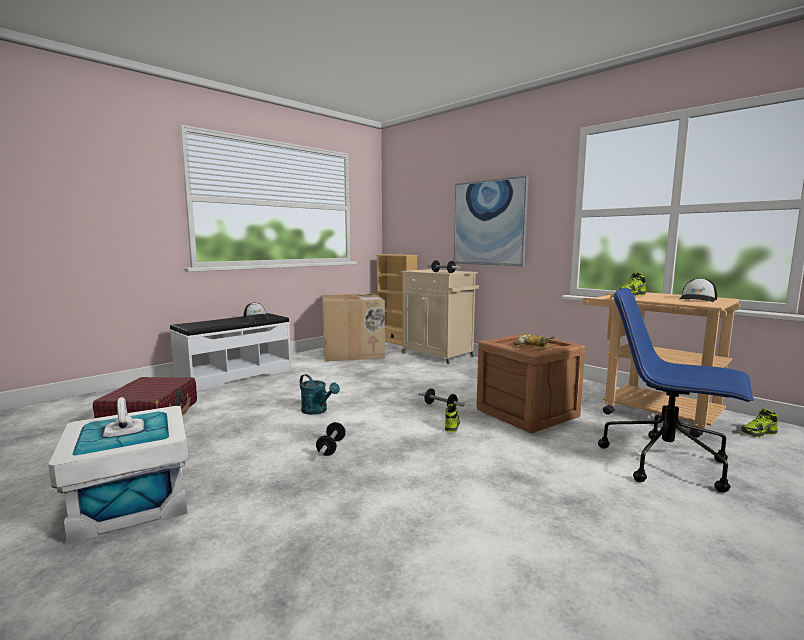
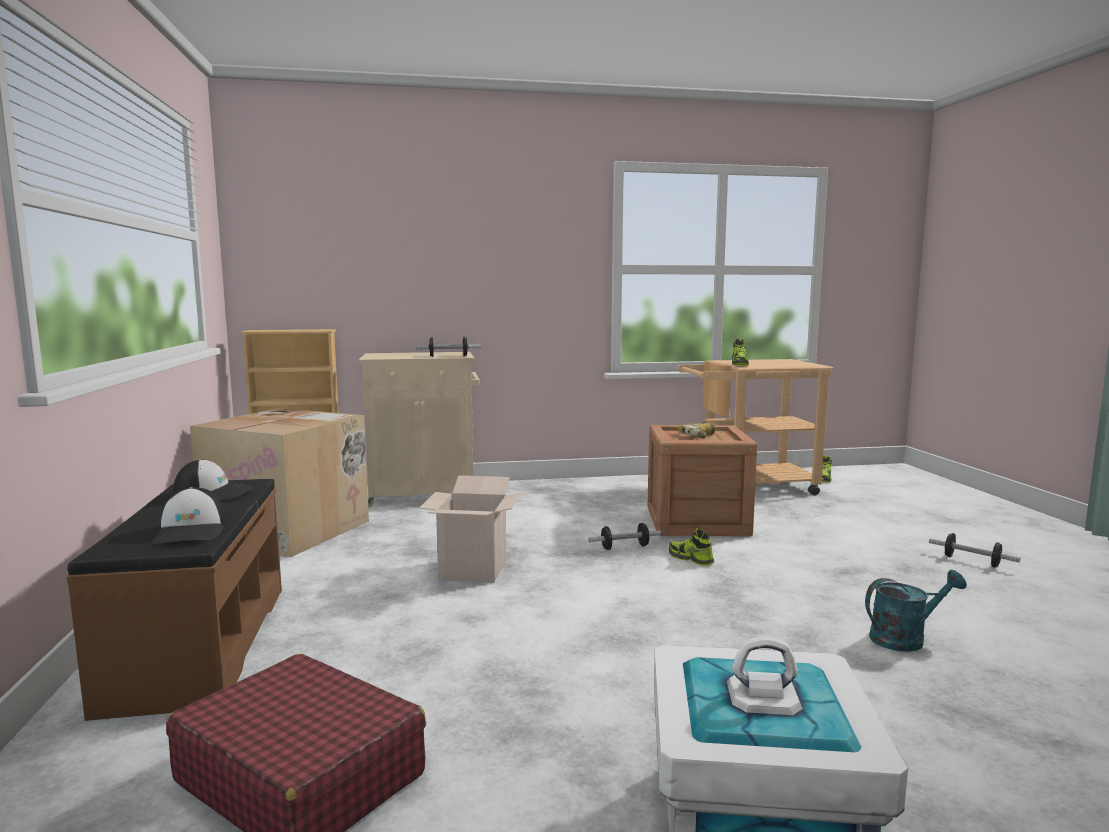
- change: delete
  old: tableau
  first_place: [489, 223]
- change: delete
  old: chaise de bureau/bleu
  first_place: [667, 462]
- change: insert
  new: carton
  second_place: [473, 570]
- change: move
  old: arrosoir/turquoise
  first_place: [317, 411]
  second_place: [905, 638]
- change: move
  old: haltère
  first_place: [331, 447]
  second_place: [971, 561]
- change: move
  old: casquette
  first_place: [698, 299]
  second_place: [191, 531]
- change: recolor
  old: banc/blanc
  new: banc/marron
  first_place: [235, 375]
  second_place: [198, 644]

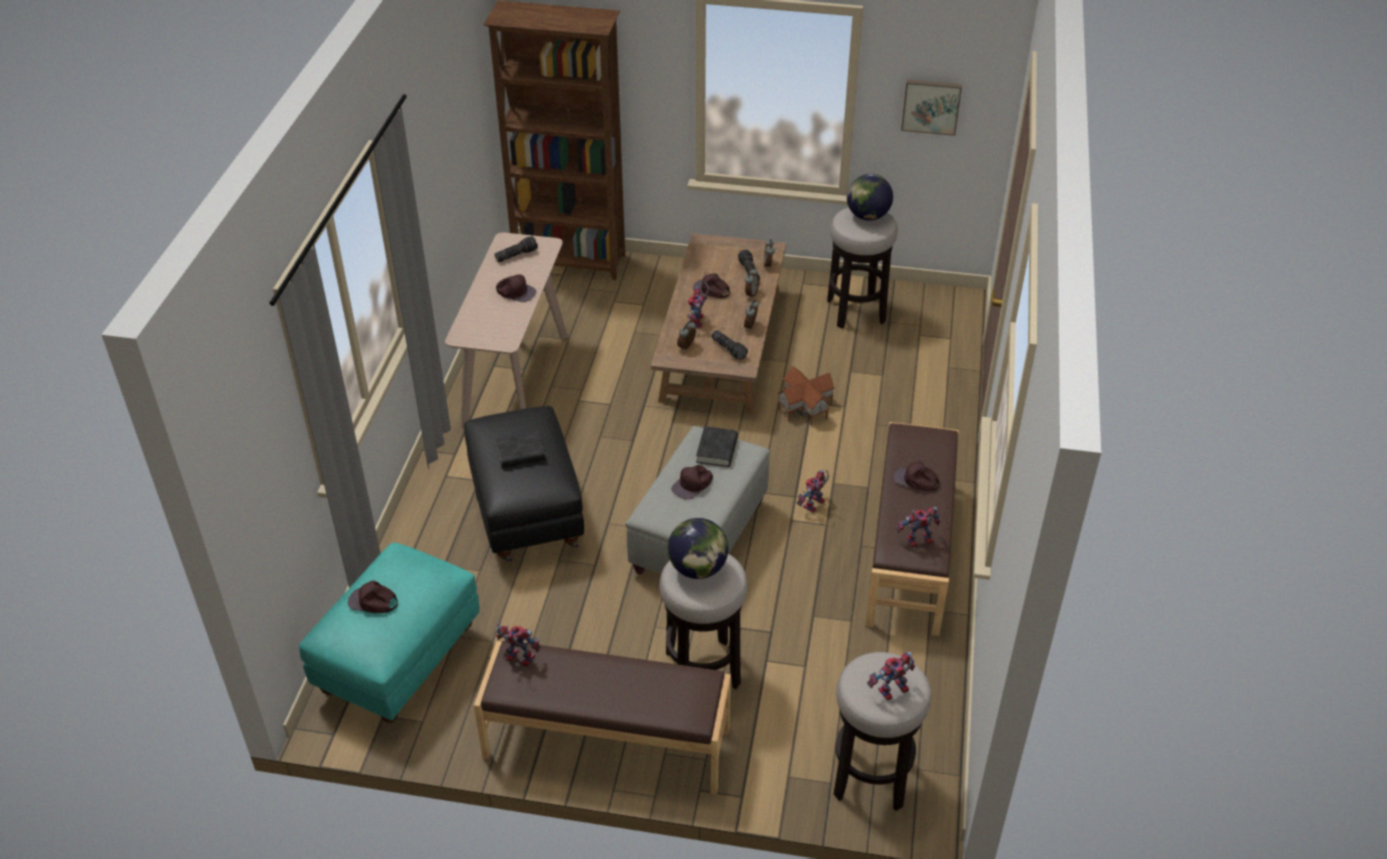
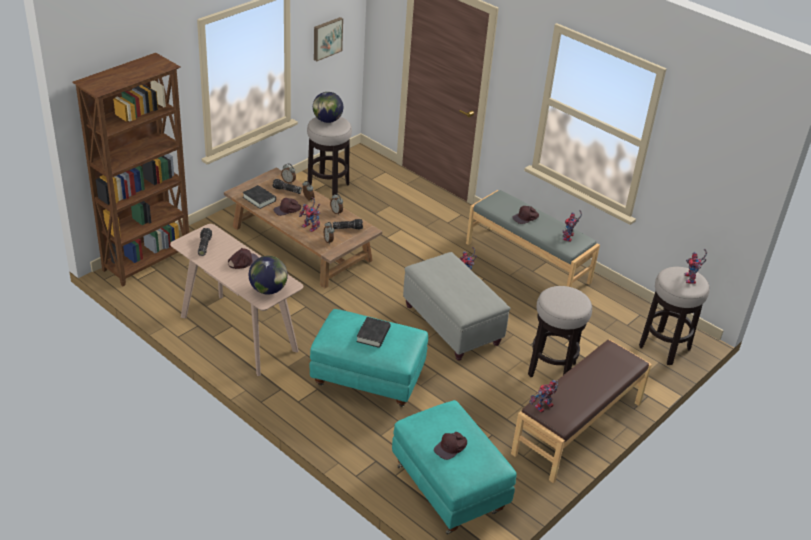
- change: delete
  old: casquette/marron
  first_place: [693, 485]
- change: delete
  old: maison miniature
  first_place: [804, 407]
- change: move
  old: globe
  first_place: [698, 569]
  second_place: [268, 290]
- change: move
  old: livre/noir
  first_place: [717, 450]
  second_place: [259, 199]
- change: recolor
  old: pouf/noir
  new: pouf/turquoise
  first_place: [526, 512]
  second_place: [367, 381]
- change: recolor
  old: banc/marron
  new: banc/gris
  first_place: [910, 551]
  second_place: [528, 262]

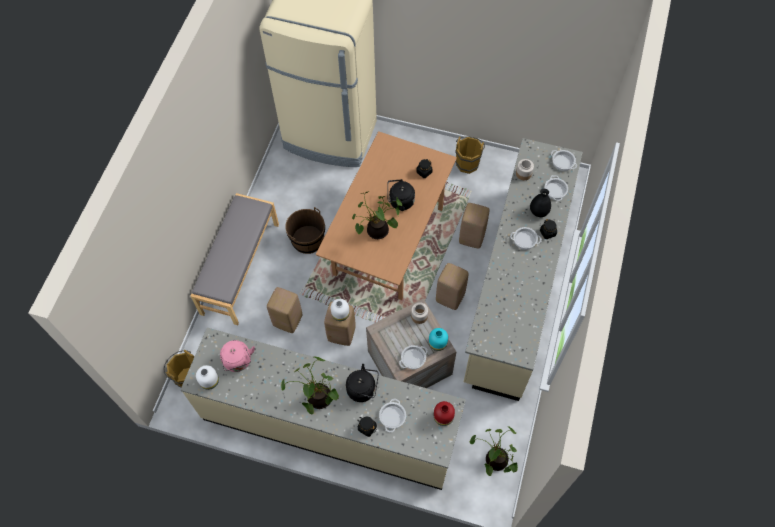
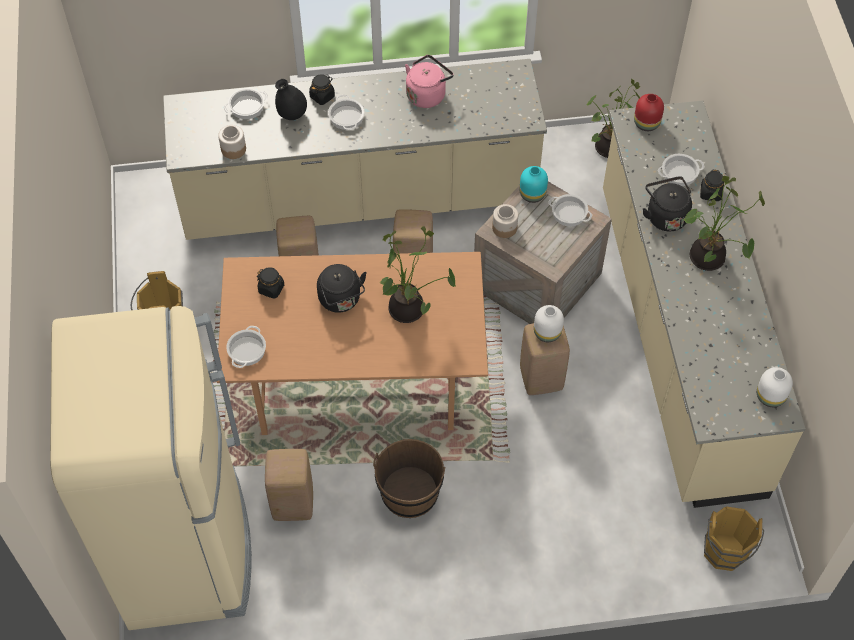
- change: delete
  old: banc/gris
  first_place: [240, 268]
- change: move
  old: bouilloire/rose
  first_place: [238, 362]
  second_place: [427, 94]
- change: move
  old: tabouret/beige
  first_place: [287, 320]
  second_place: [292, 504]
- change: move
  old: marmite
  first_place: [563, 162]
  second_place: [246, 350]

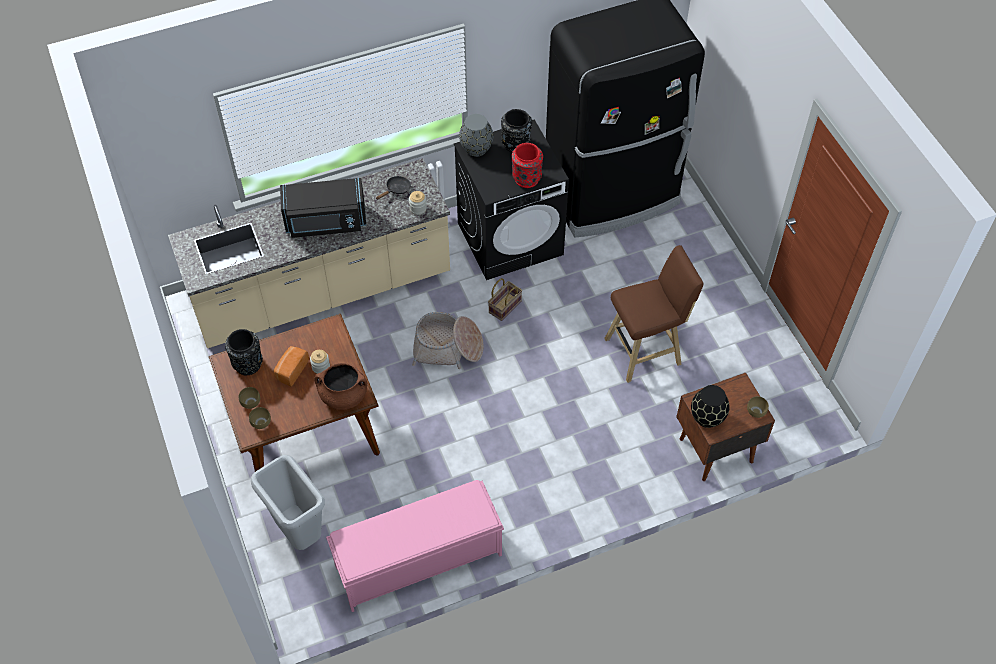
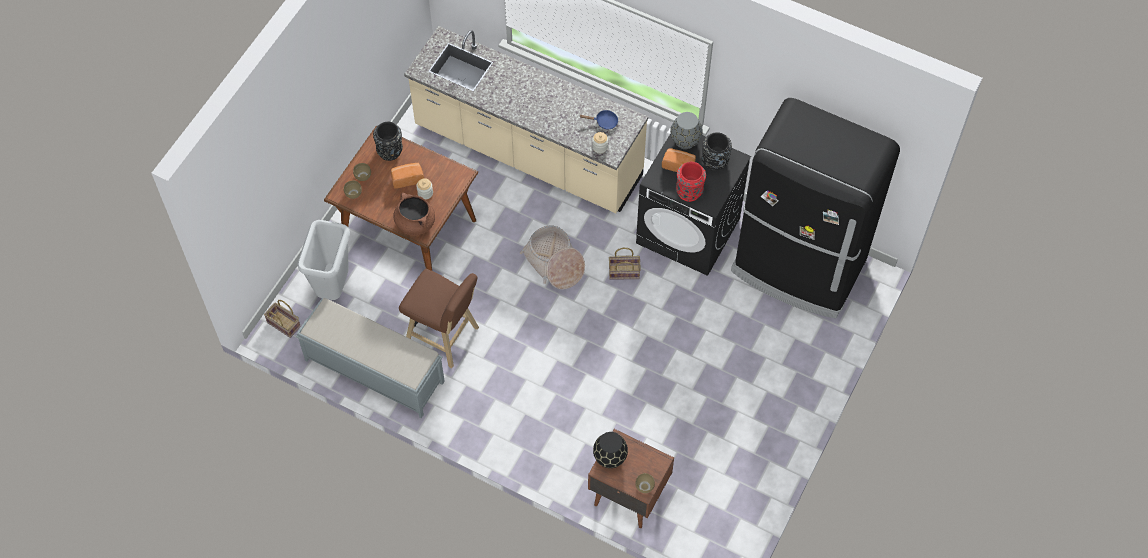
- change: delete
  old: micro-ondes/noir
  first_place: [326, 222]
- change: insert
  new: panier
  second_place: [285, 324]
- change: insert
  new: pain
  second_place: [679, 165]
- change: move
  old: tabouret/marron
  first_place: [646, 350]
  second_place: [445, 338]
- change: recolor
  old: banc/rose
  new: banc/gris
  first_place: [417, 560]
  second_place: [373, 370]
- change: recolor
  old: poêle/noir
  new: poêle/bleu
  first_place: [396, 189]
  second_place: [604, 122]

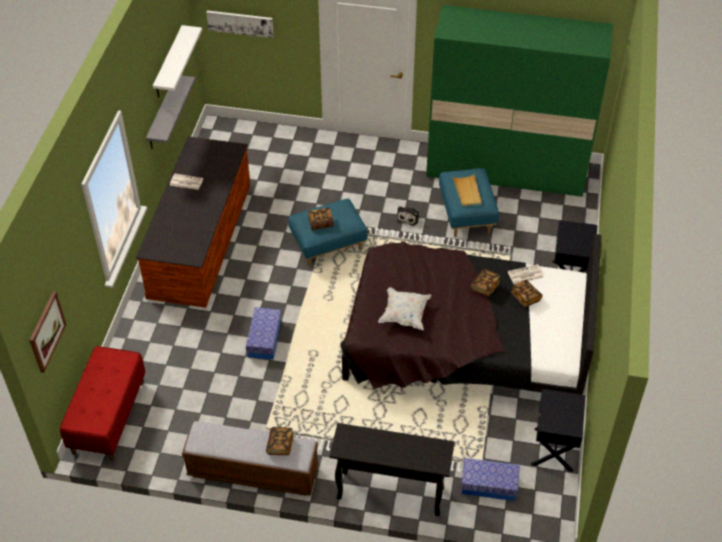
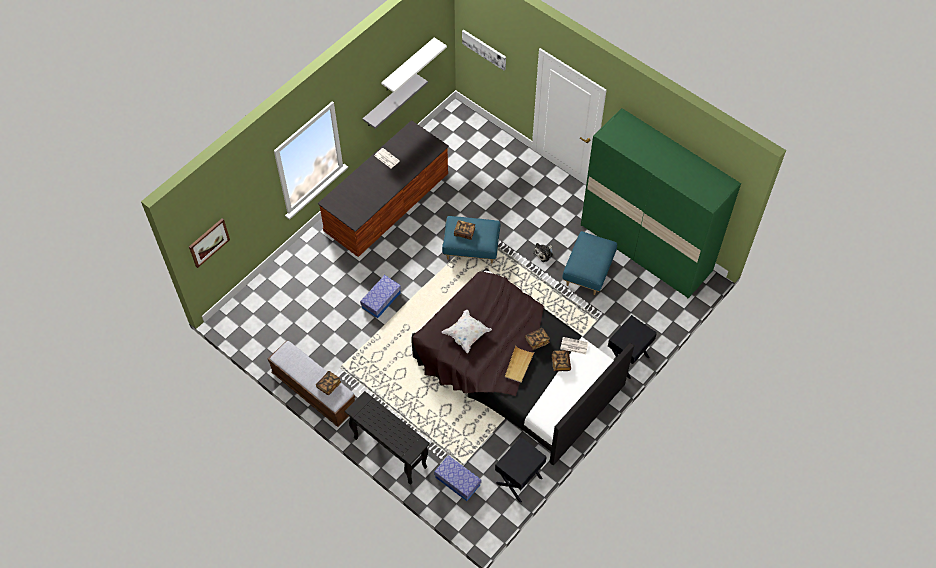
- change: delete
  old: banc/rouge
  first_place: [108, 417]
- change: move
  old: plateau/beige
  first_place: [467, 191]
  second_place: [518, 365]

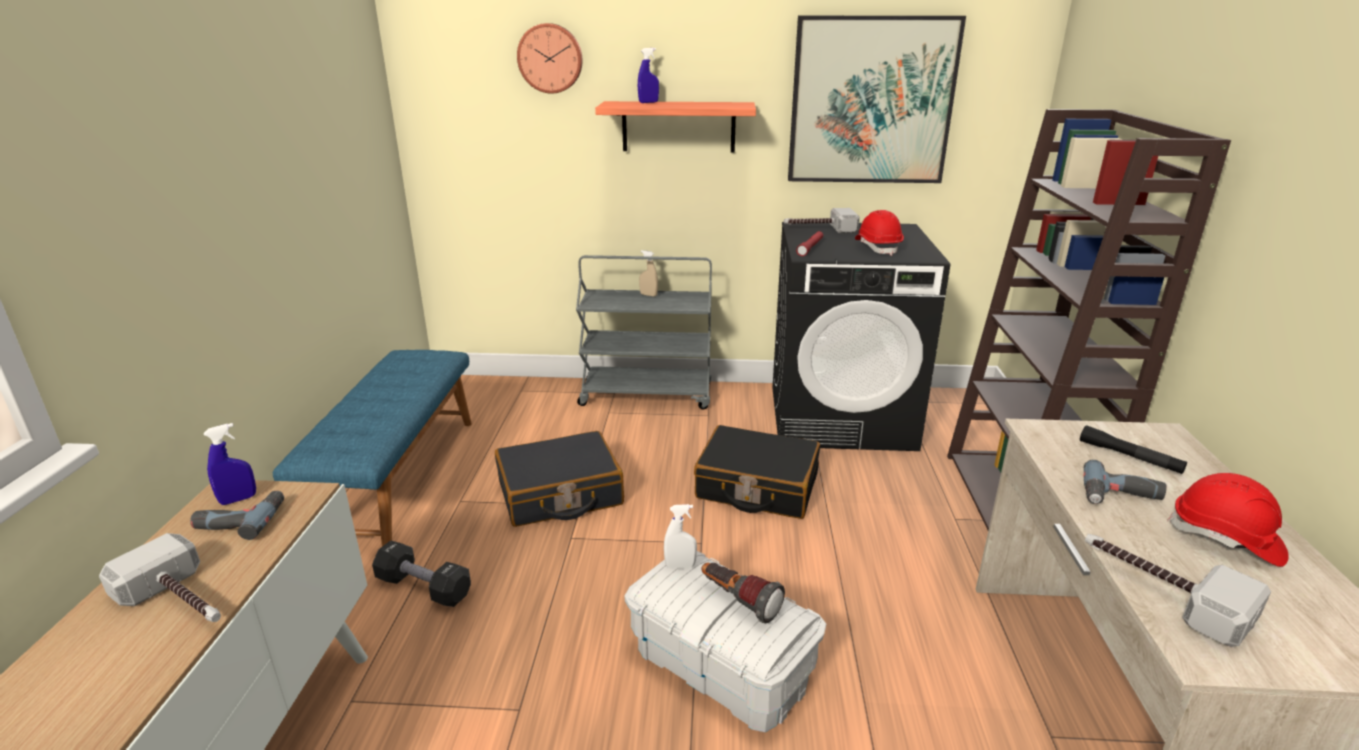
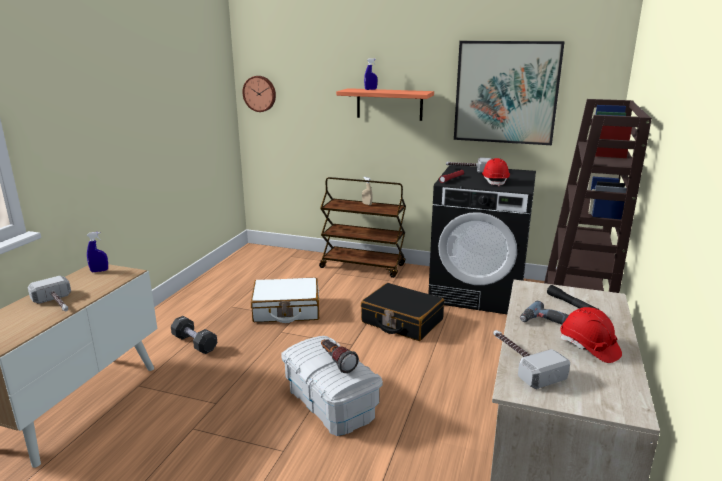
- change: delete
  old: perceuse
  first_place: [240, 519]
- change: delete
  old: banc/bleu
  first_place: [397, 478]
- change: delete
  old: vaporisateur/blanc
  first_place: [680, 566]
- change: move
  old: horloge murale
  first_place: [550, 58]
  second_place: [260, 93]
- change: recolor
  old: valise/noir
  new: valise/blanc
  first_place: [560, 494]
  second_place: [286, 310]
- change: recolor
  old: chariot/gris
  new: chariot/marron
  first_place: [647, 395]
  second_place: [363, 266]

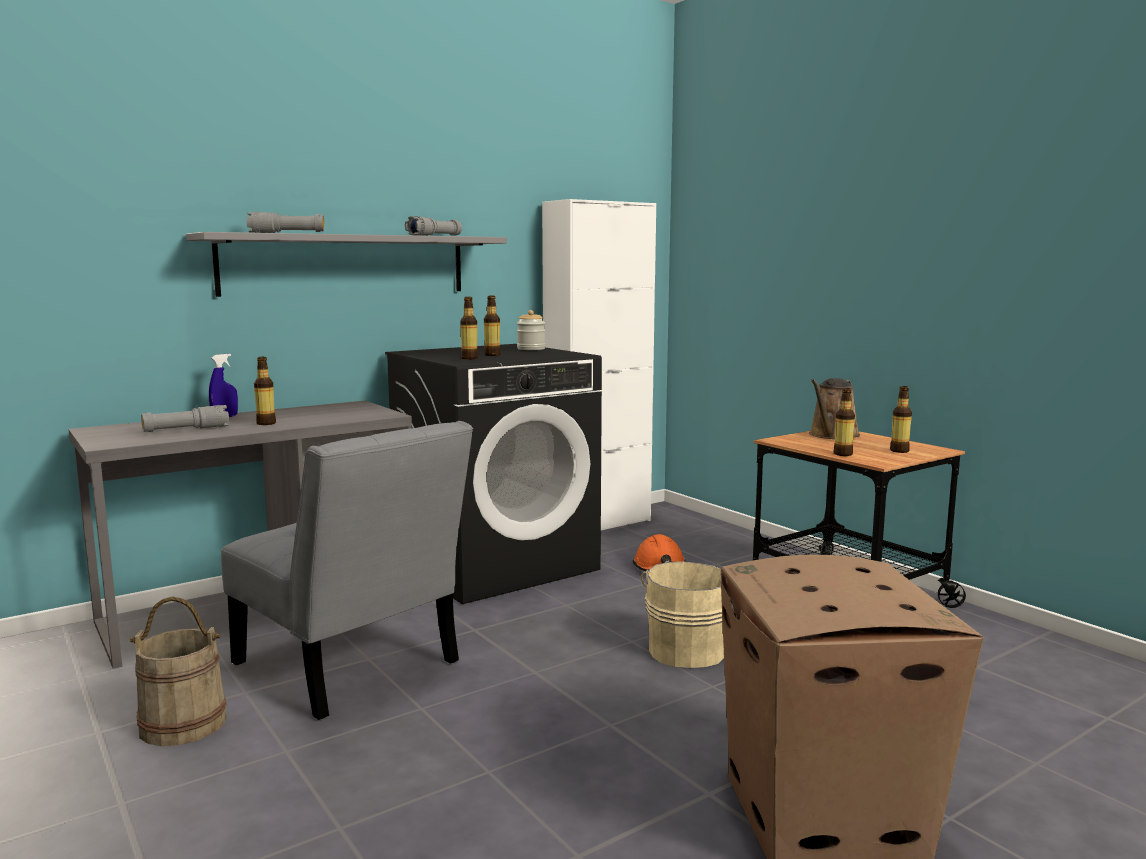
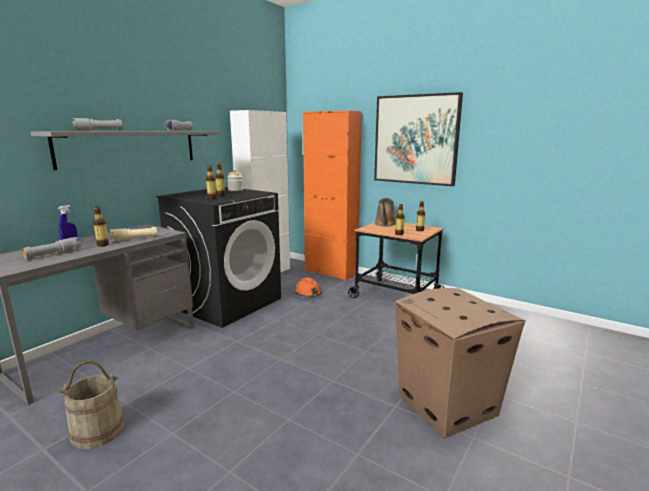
- change: delete
  old: chaise/gris
  first_place: [352, 667]
- change: delete
  old: seau/beige
  first_place: [686, 649]
- change: insert
  new: lampe de poche/beige
  second_place: [135, 239]
- change: insert
  new: meuble de rangement/orange
  second_place: [331, 272]
- change: insert
  new: tableau
  second_place: [415, 140]

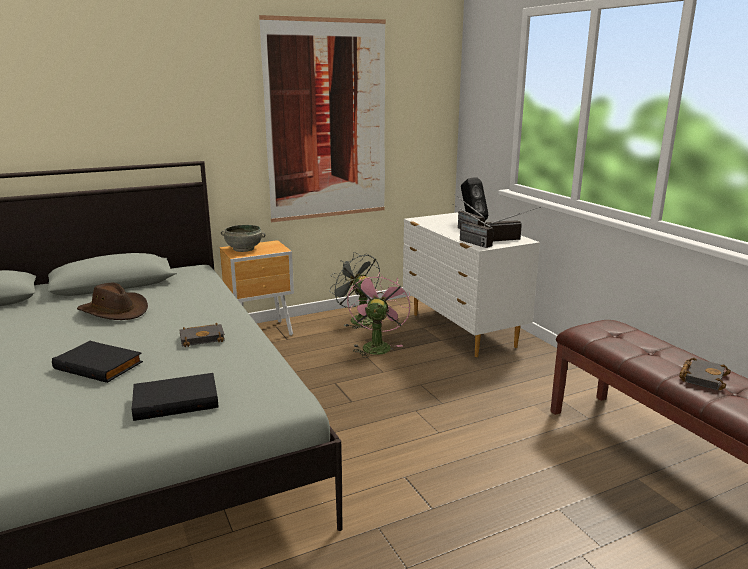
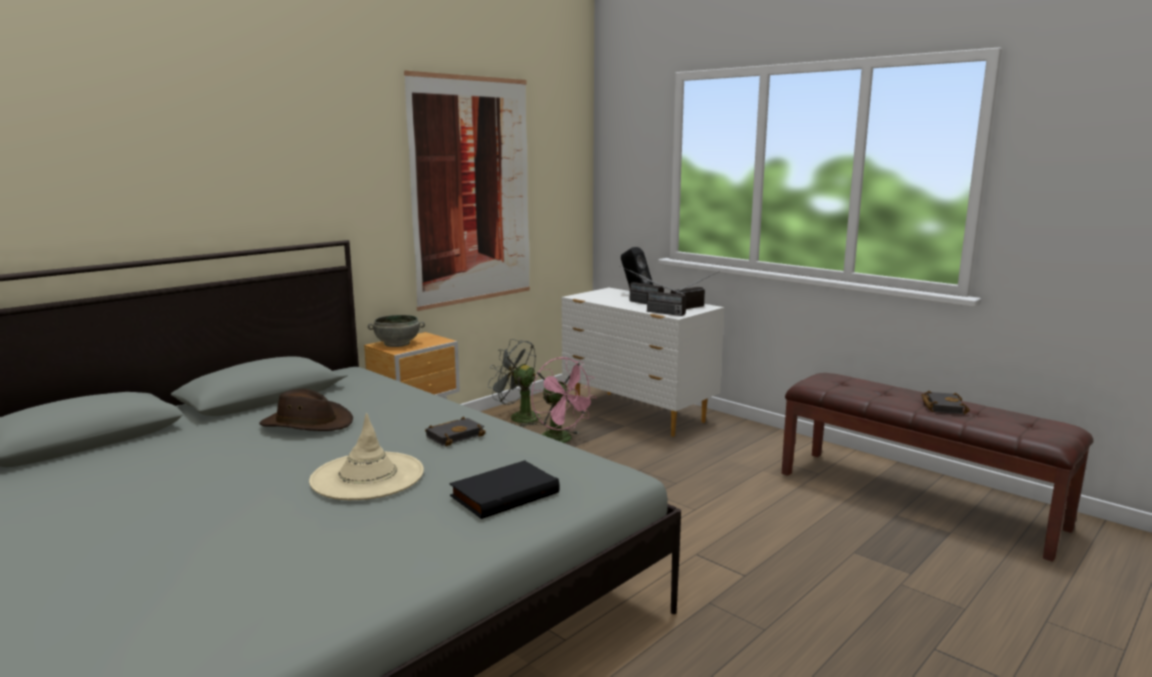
- change: replace
  old: livre/noir
  new: chapeau/beige
  first_place: [100, 365]
  second_place: [367, 476]
- change: rotate
  old: ventilateur/rose
  first_place: [376, 346]
  second_place: [562, 440]
  degrees: 150

